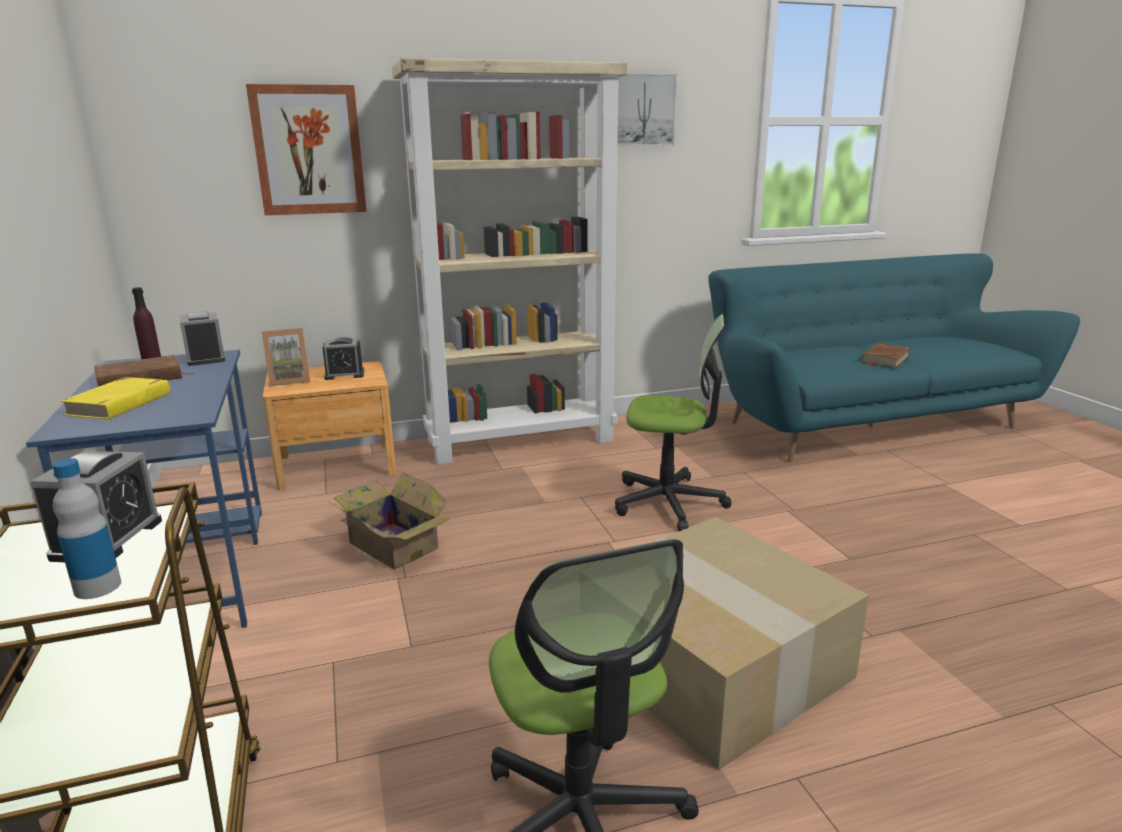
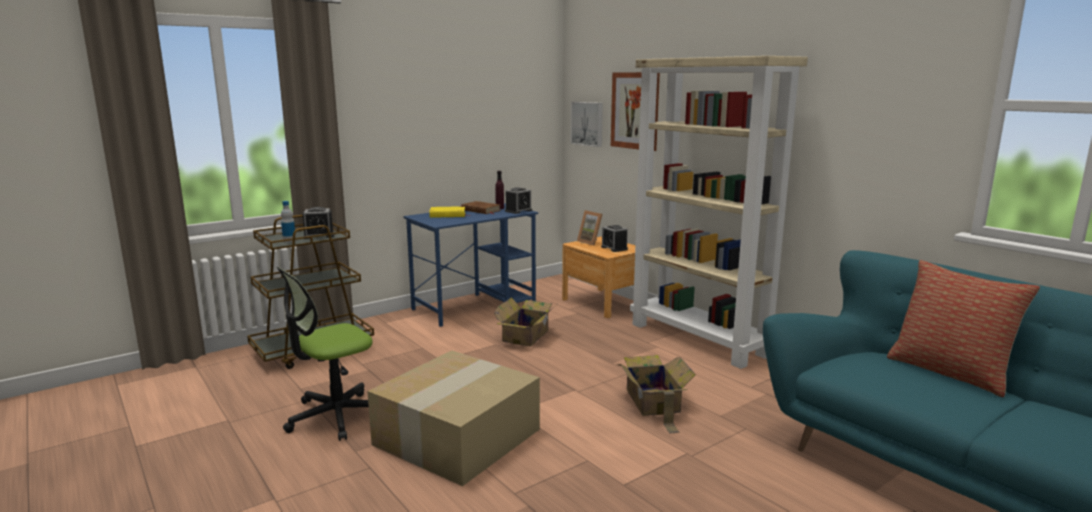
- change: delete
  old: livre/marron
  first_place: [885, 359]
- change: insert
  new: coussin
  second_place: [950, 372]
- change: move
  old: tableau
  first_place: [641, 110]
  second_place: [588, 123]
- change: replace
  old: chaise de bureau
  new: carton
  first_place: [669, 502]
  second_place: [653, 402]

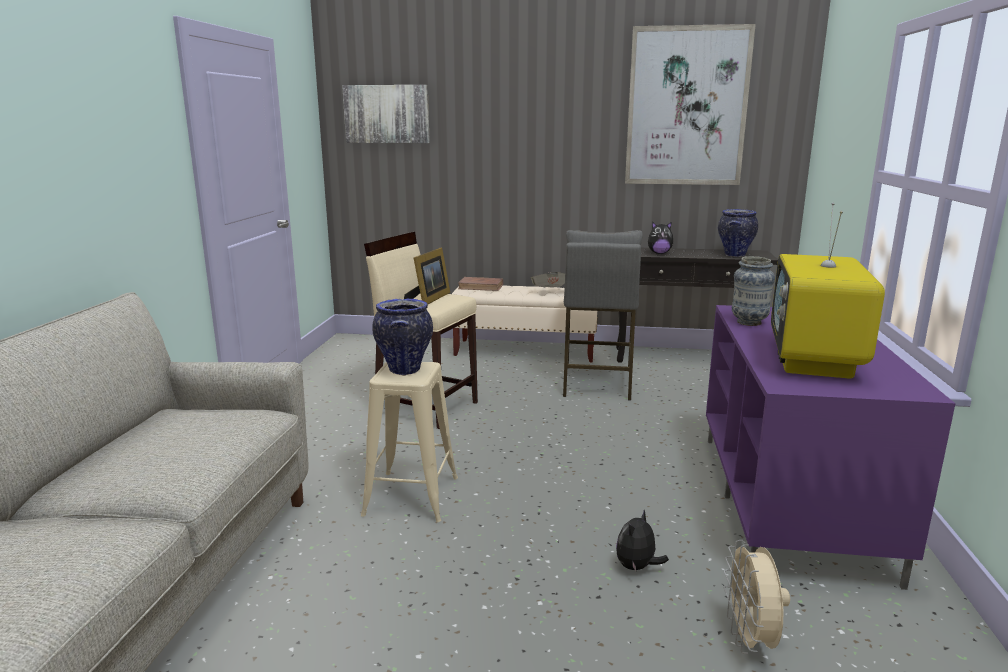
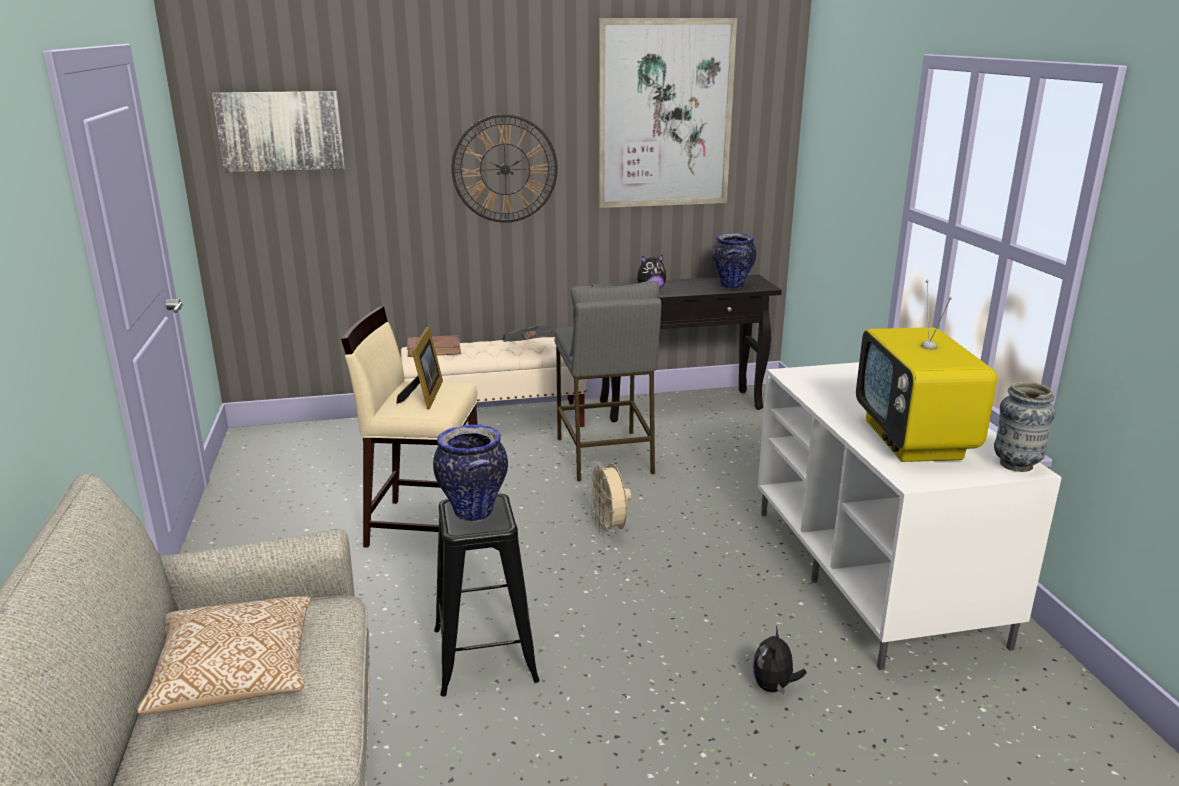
- change: insert
  new: coussin
  second_place: [235, 675]
- change: insert
  new: horloge murale
  second_place: [505, 169]
- change: move
  old: ventilateur/beige
  first_place: [750, 641]
  second_place: [609, 530]
- change: move
  old: vase
  first_place: [749, 322]
  second_place: [1016, 465]
- change: recolor
  old: tabouret/beige
  new: tabouret/noir
  first_place: [411, 496]
  second_place: [485, 655]
- change: recolor
  old: meuble télé/violet
  new: meuble télé/blanc
  first_place: [791, 503]
  second_place: [875, 575]

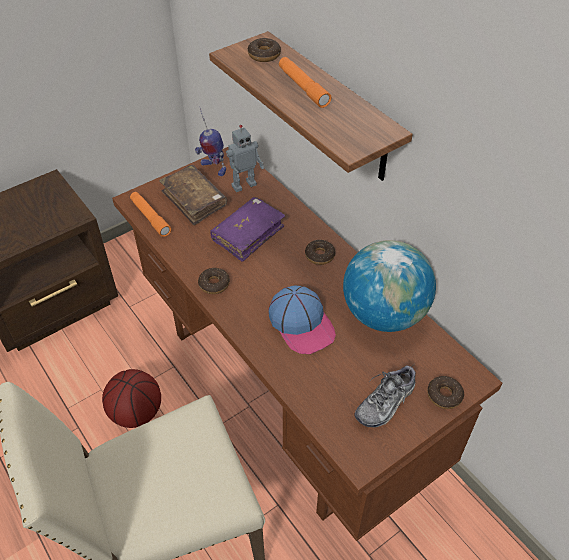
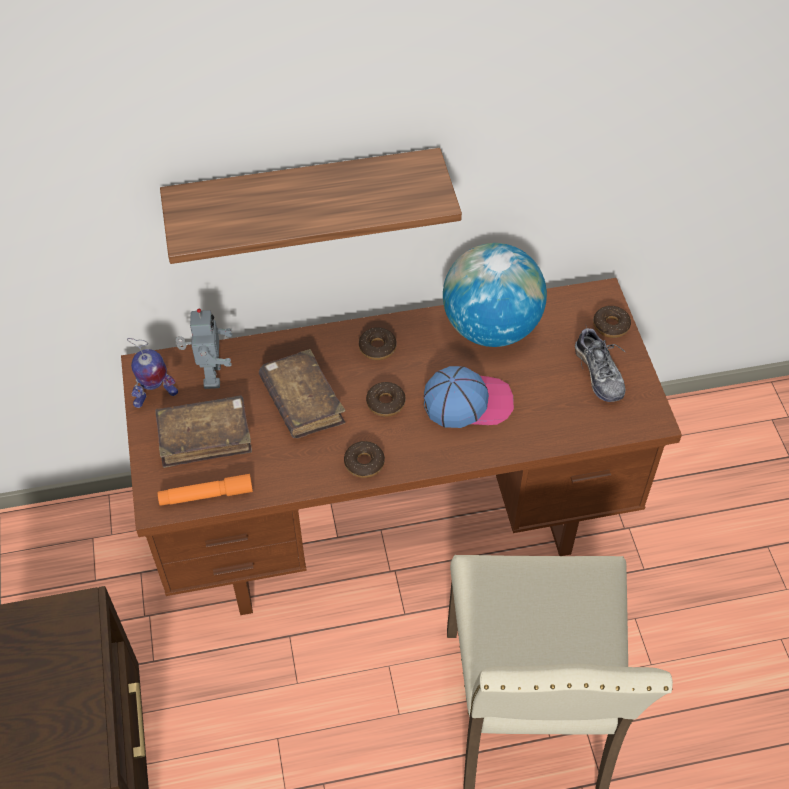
- change: delete
  old: ballon de basket
  first_place: [136, 413]
- change: delete
  old: lampe de poche/orange
  first_place: [303, 87]
- change: move
  old: beignet
  first_place: [264, 55]
  second_place: [385, 403]
- change: recolor
  old: livre/violet
  new: livre/marron
  first_place: [248, 234]
  second_place: [302, 402]

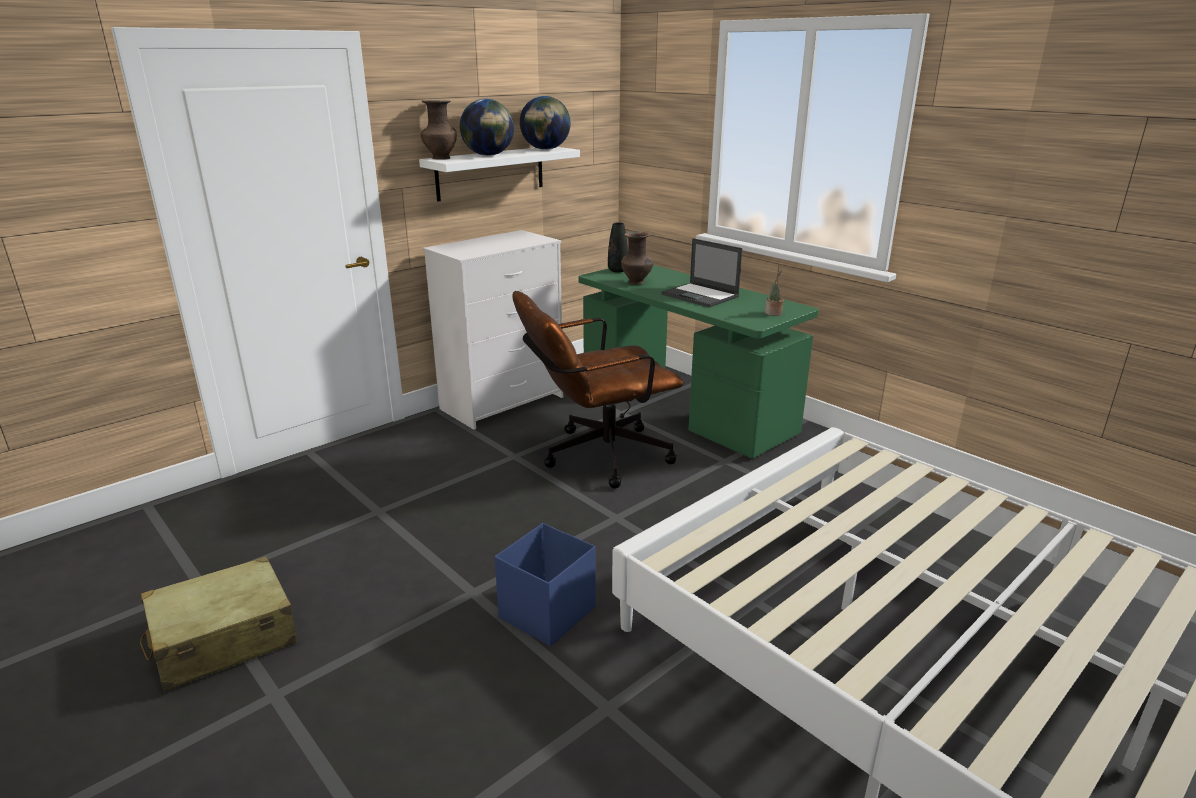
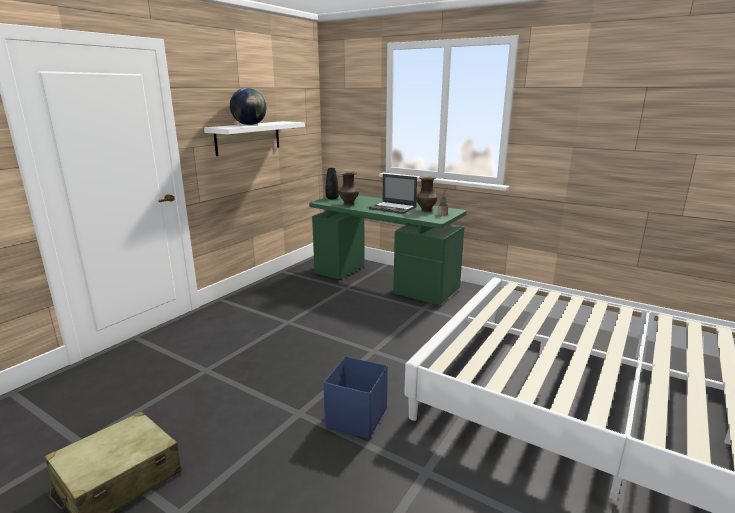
- change: delete
  old: commode/blanc
  first_place: [503, 402]
- change: delete
  old: chaise de bureau/marron
  first_place: [596, 457]
- change: delete
  old: globe
  first_place: [545, 149]
- change: move
  old: vase/marron
  first_place: [440, 158]
  second_place: [425, 210]

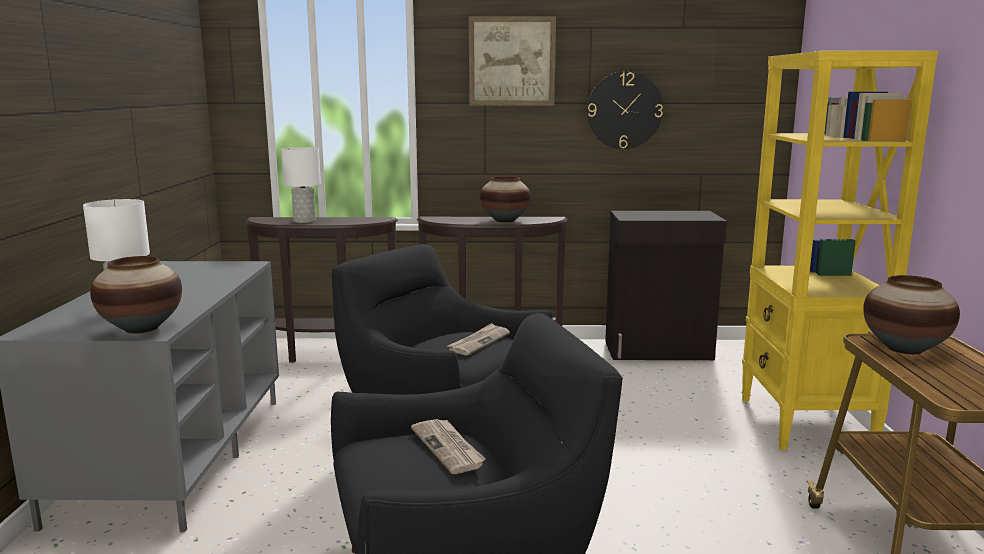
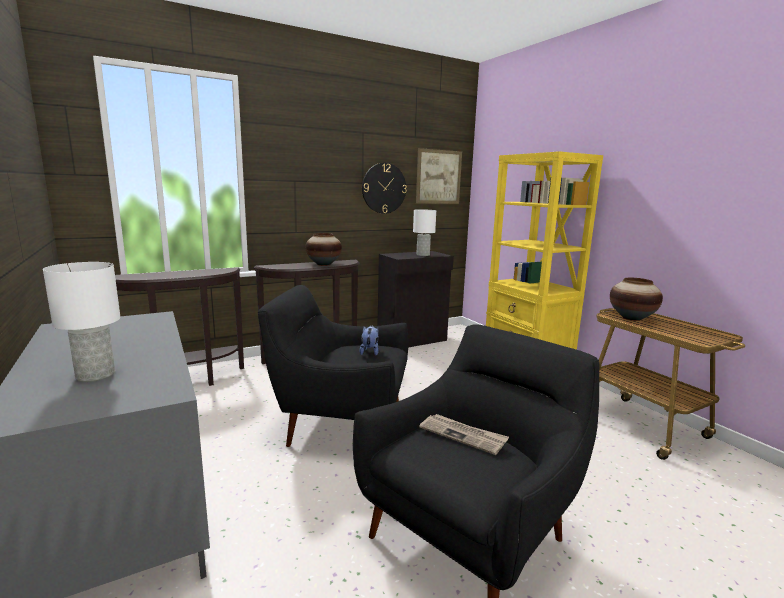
- change: delete
  old: vase
  first_place: [142, 329]
- change: move
  old: lampe de table/blanc
  first_place: [305, 221]
  second_place: [423, 255]
- change: move
  old: tableau
  first_place: [512, 61]
  second_place: [438, 177]
- change: replace
  old: journal
  new: peluche
  first_place: [479, 342]
  second_place: [369, 351]

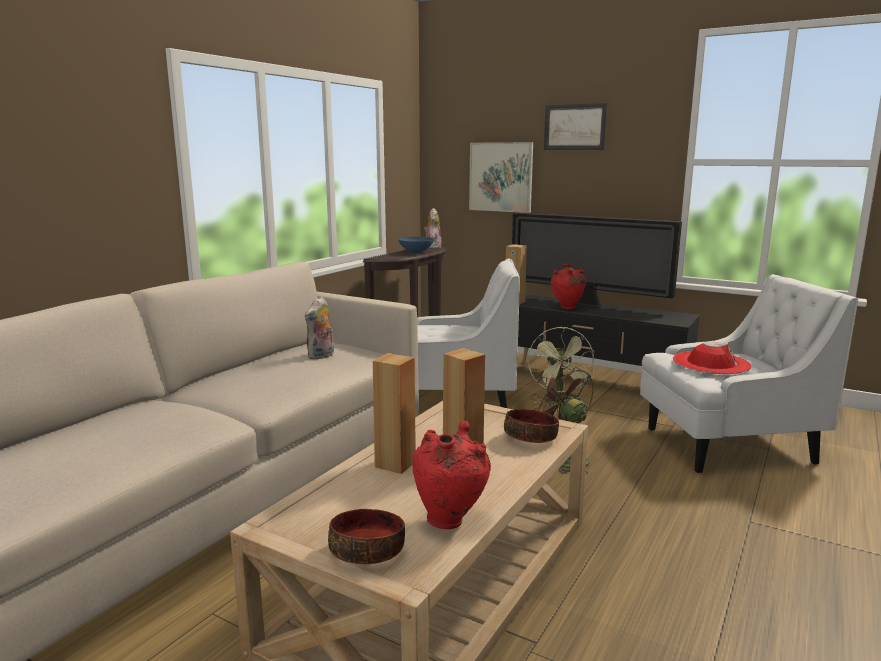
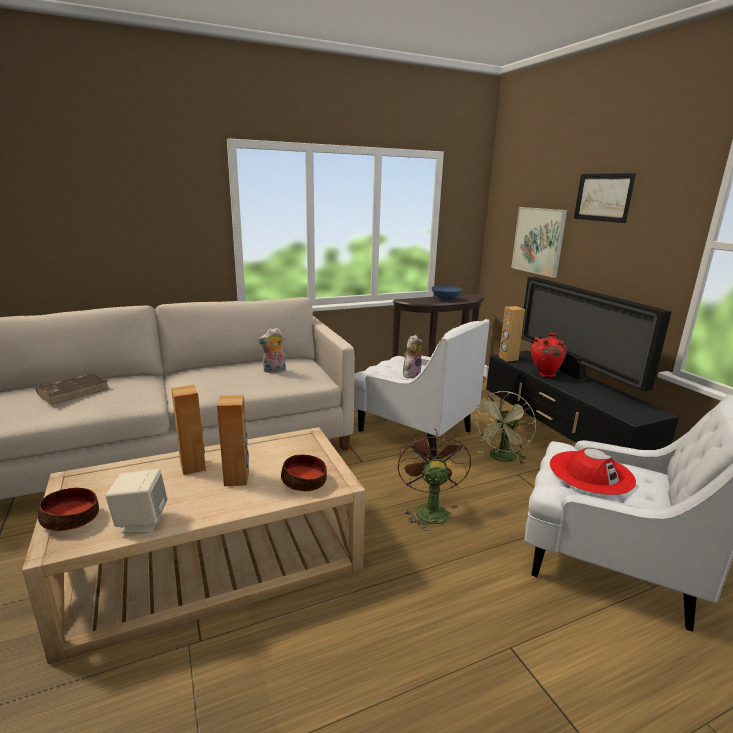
- change: insert
  new: livre/marron
  second_place: [74, 391]
- change: move
  old: peluche
  first_place: [432, 247]
  second_place: [411, 374]
- change: replace
  old: vase/rouge
  new: enceinte/beige
  first_place: [450, 520]
  second_place: [141, 522]

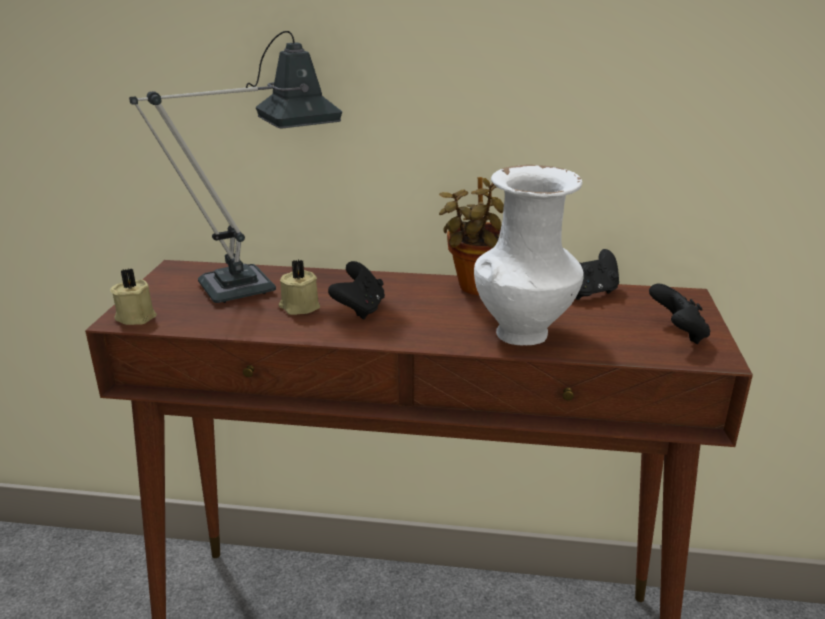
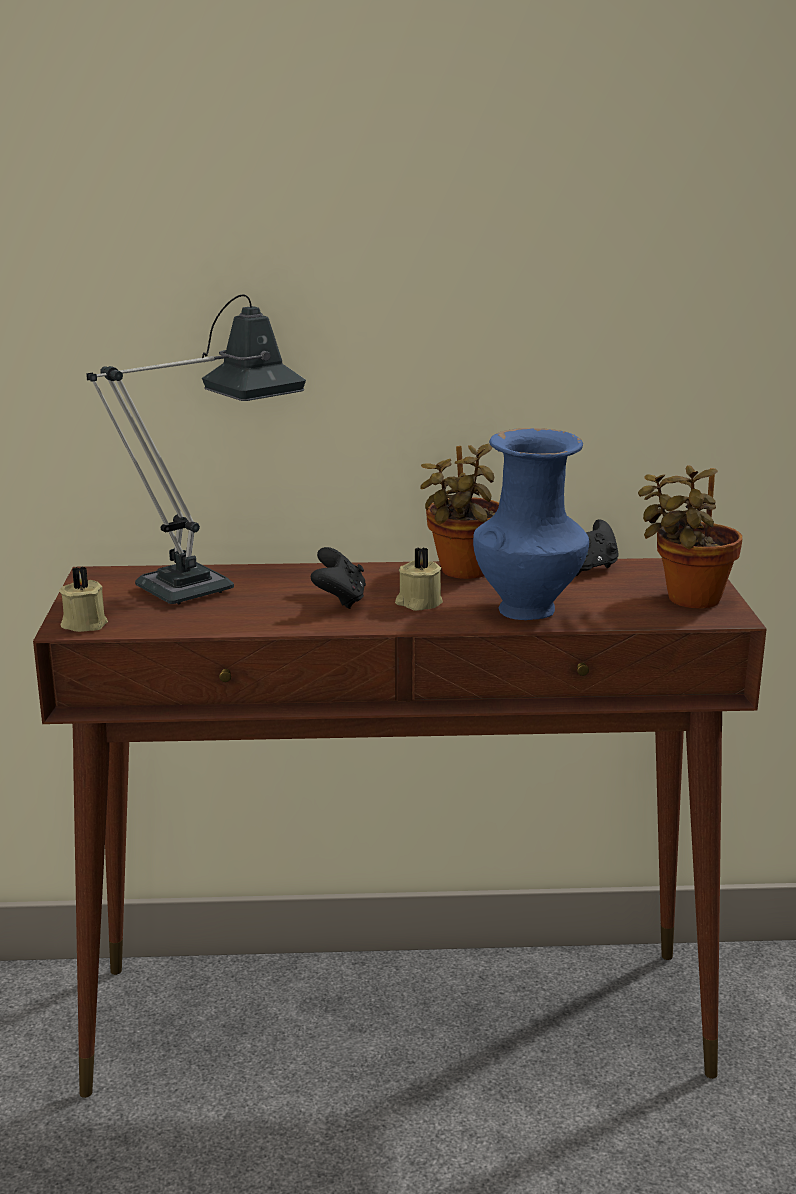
- change: move
  old: bougie/beige
  first_place: [299, 307]
  second_place: [418, 603]
- change: replace
  old: manette/noir
  new: plante en pot
  first_place: [677, 334]
  second_place: [687, 599]
- change: recolor
  old: vase/blanc
  new: vase/bleu
  first_place: [524, 333]
  second_place: [528, 609]

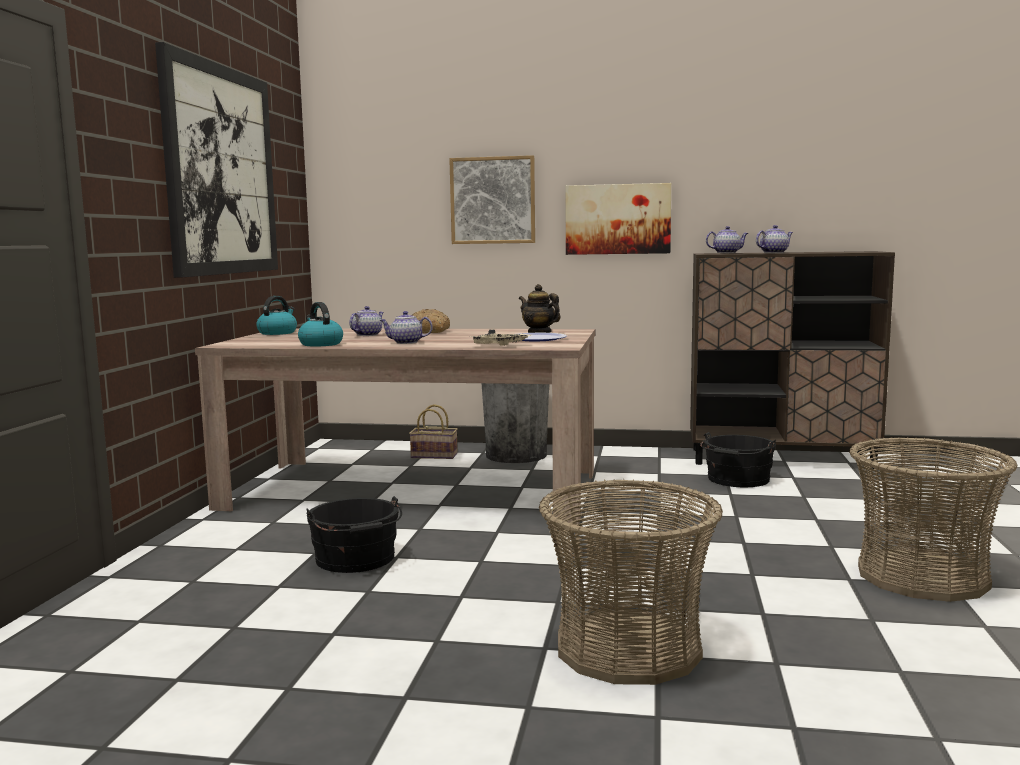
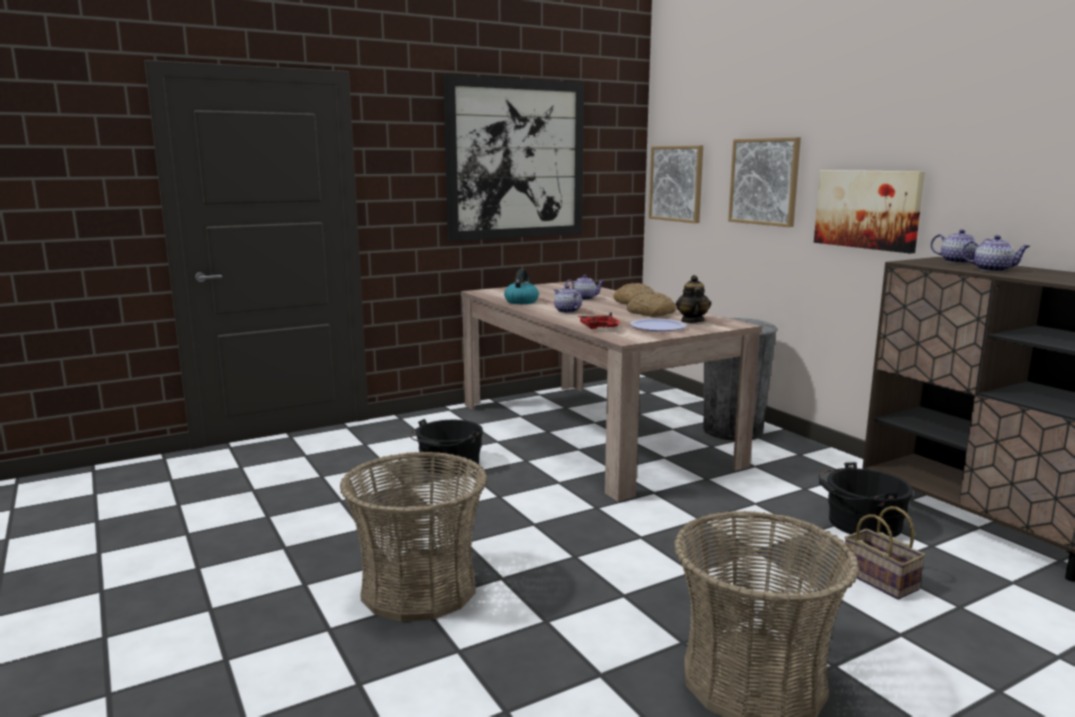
- change: delete
  old: bouilloire
  first_place: [277, 333]
- change: insert
  new: pain
  second_place: [650, 313]
- change: insert
  new: tableau
  second_place: [676, 183]
- change: move
  old: panier
  first_place: [435, 455]
  second_place: [882, 581]
- change: recolor
  old: plateau/beige
  new: plateau/rouge
  first_place: [499, 345]
  second_place: [599, 328]

